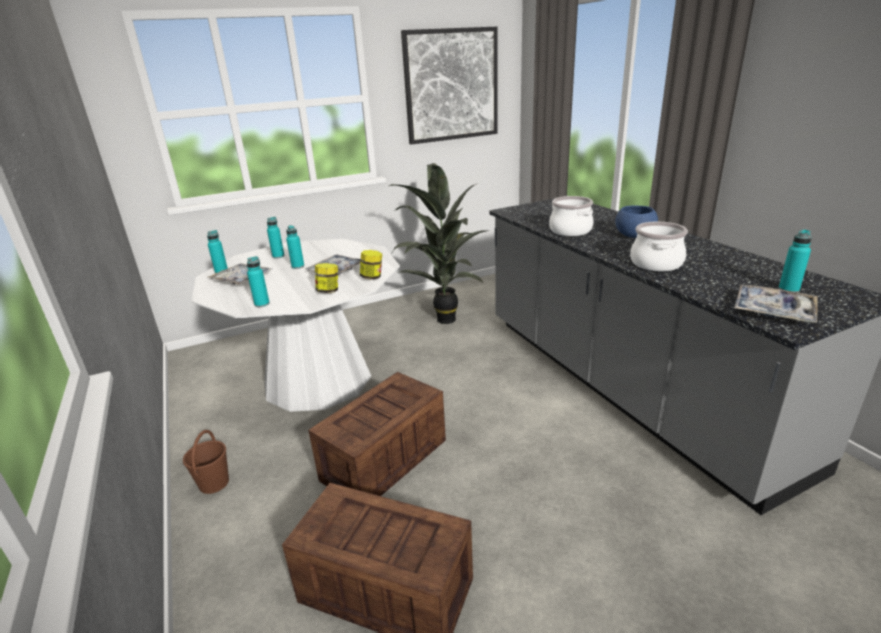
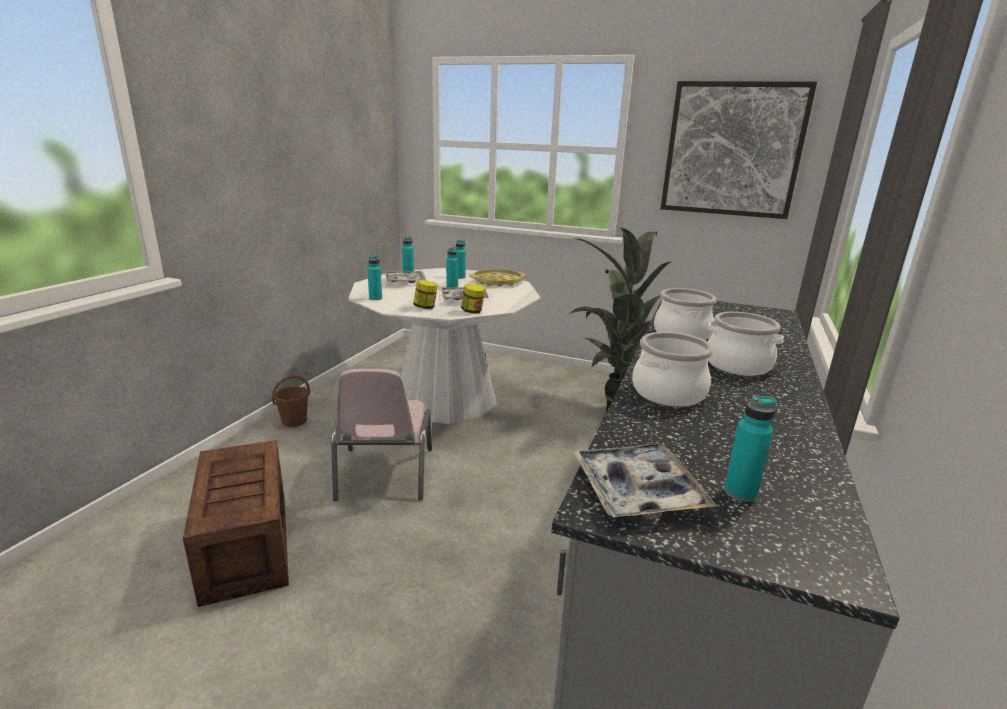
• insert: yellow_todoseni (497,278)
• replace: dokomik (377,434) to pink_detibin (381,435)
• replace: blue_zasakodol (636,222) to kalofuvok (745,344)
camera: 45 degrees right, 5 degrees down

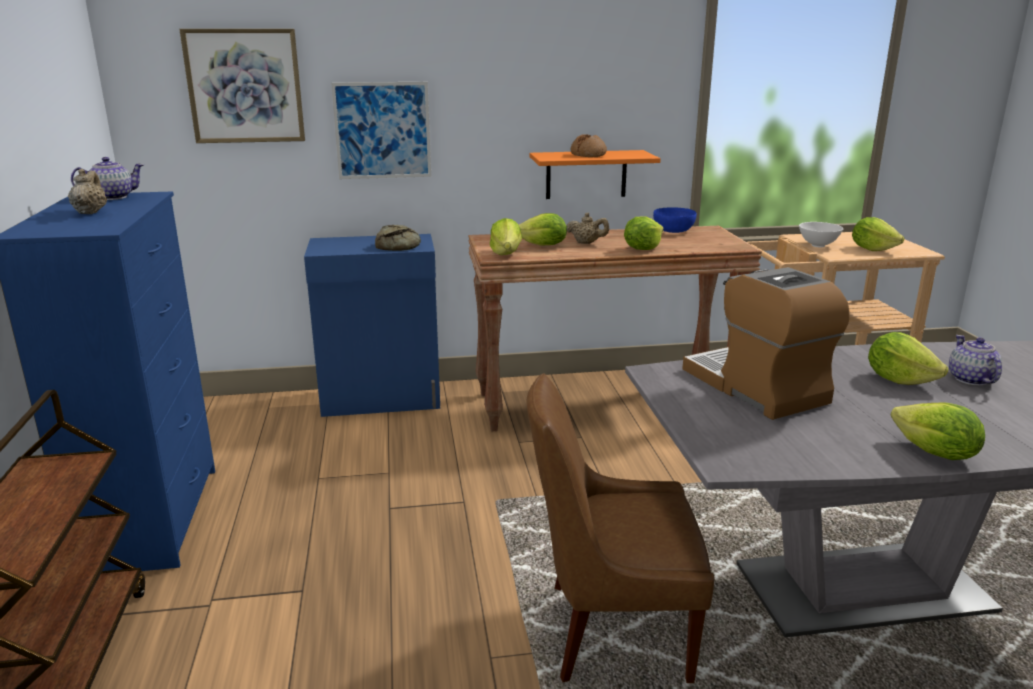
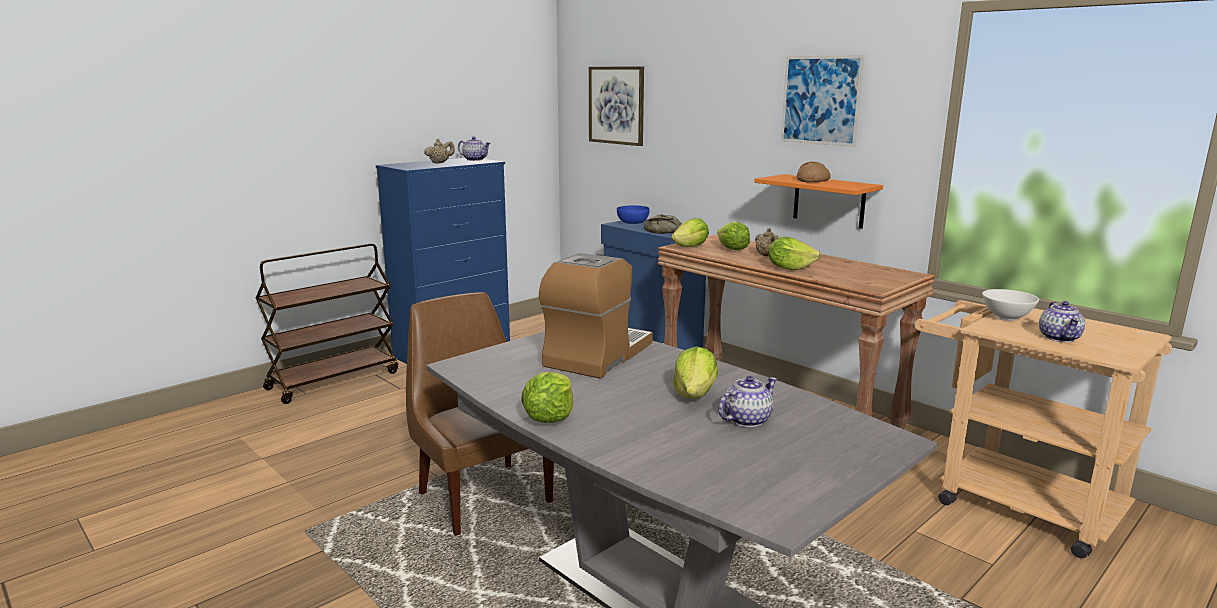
• move: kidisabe (381,130) to (823,101)
• move: blue_zasakodol (675,220) to (633,214)
• replace: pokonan (878,234) to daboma (1062,321)
camera: 55 degrees right, 5 degrees down

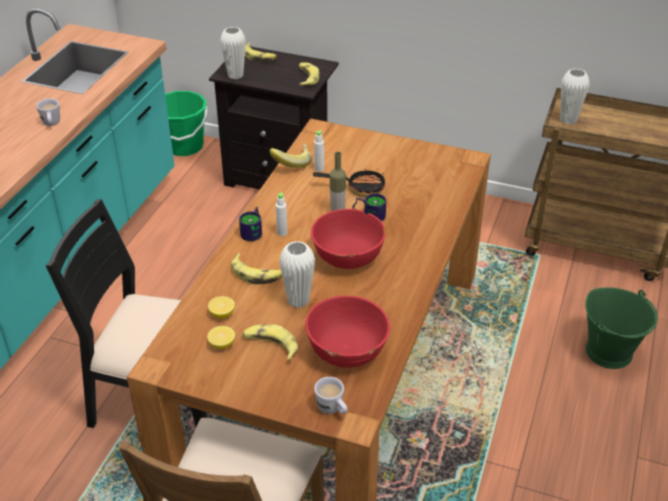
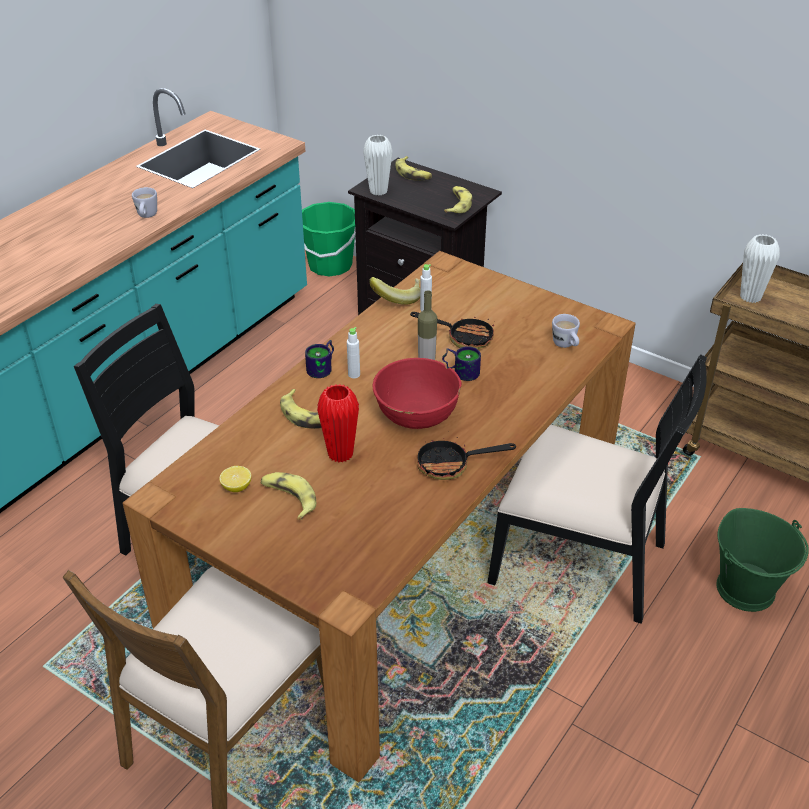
• delete: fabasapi (221,307)
• delete: red_zasakodol (347,332)
• insert: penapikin (466,459)
• insert: black_detibin (597,489)
• move: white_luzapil (331,395) to (566,331)
• recolor: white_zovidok (297,274) to red_zovidok (338,423)
camera: 15 degrees right, 0 degrees up

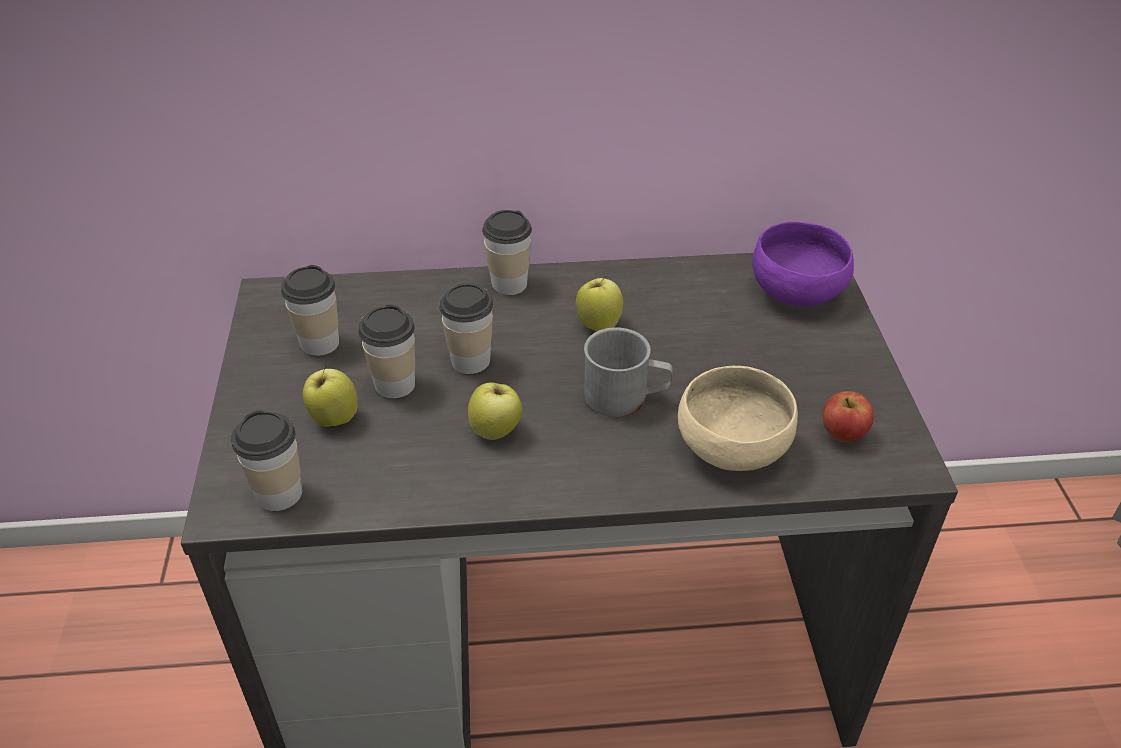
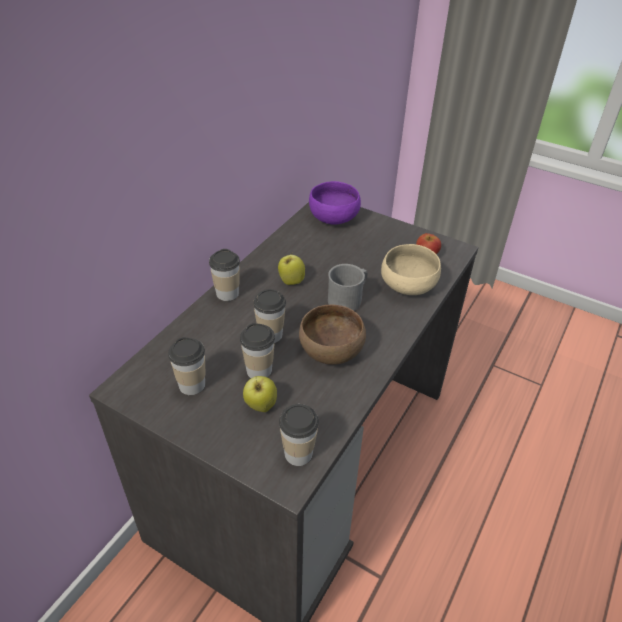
• replace: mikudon (495,411) to brown_zasakodol (332,335)
camera: 55 degrees left, 0 degrees up

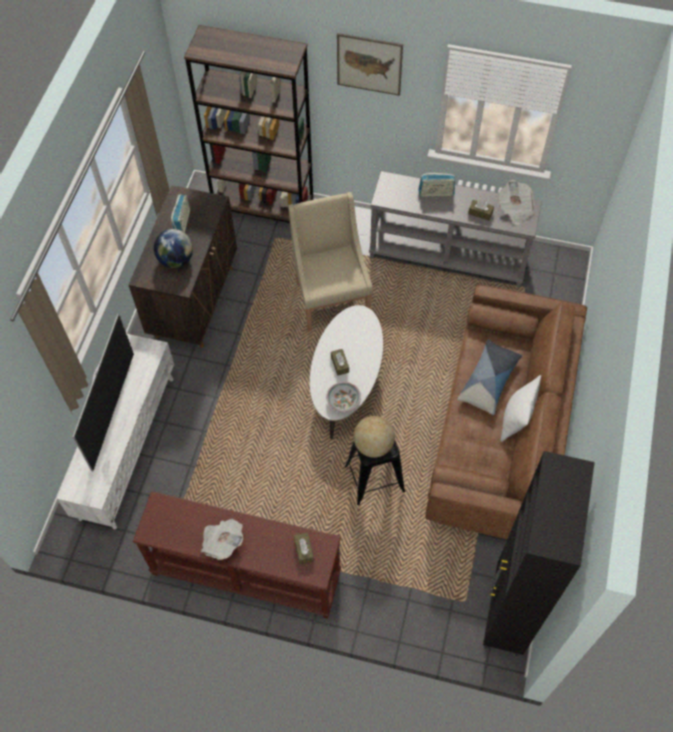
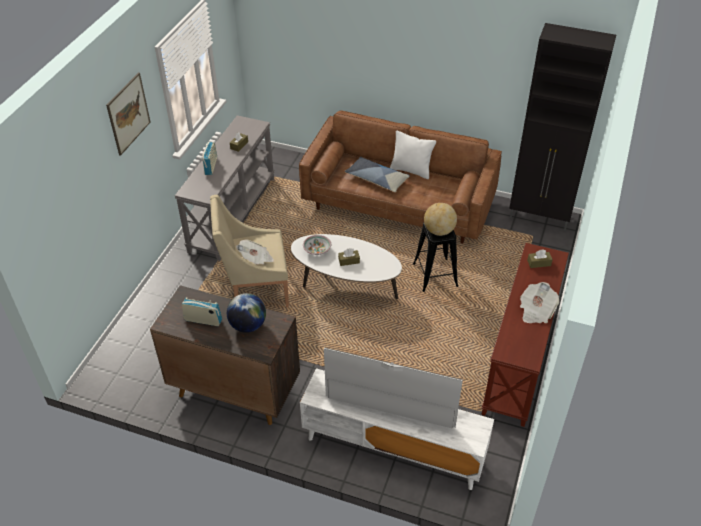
• delete: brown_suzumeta (248,124)
• move: zasakodol (343,397) to (317,245)
• move: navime (516,202) to (255,252)
camera: 85 degrees left, 15 degrees down

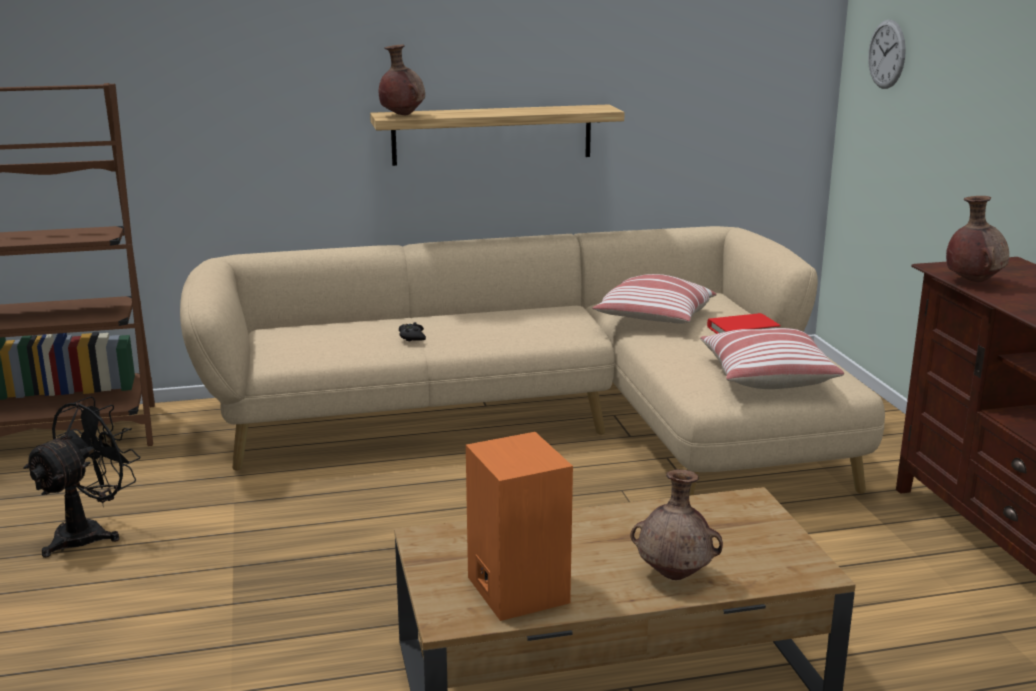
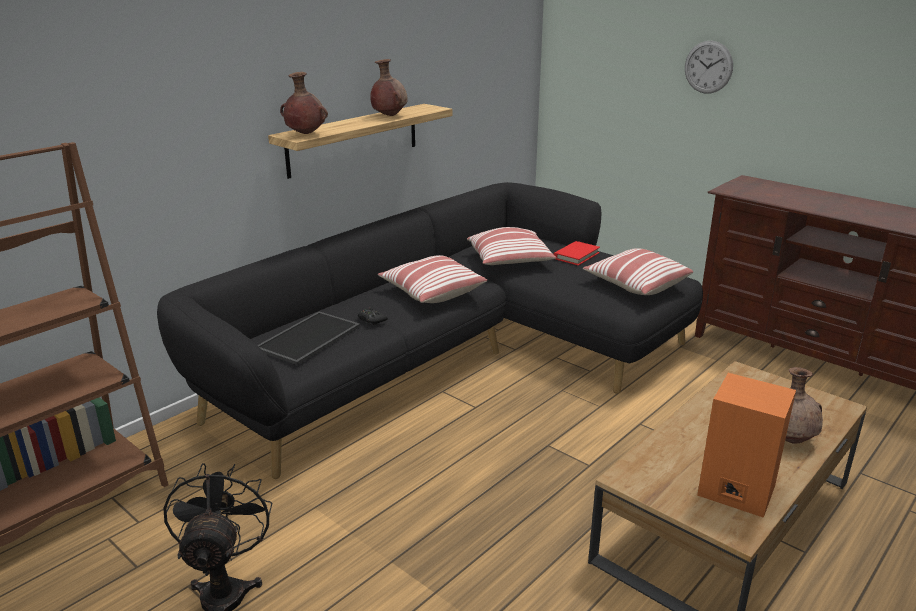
• insert: todoseni (308,338)
• insert: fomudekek (432,279)
• move: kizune (887,54) to (709,67)
• move: brown_zovidok (977,239) to (389,87)
• recolor: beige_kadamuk (532,361) to black_kadamuk (430,330)
camera: 35 degrees left, 5 degrees up

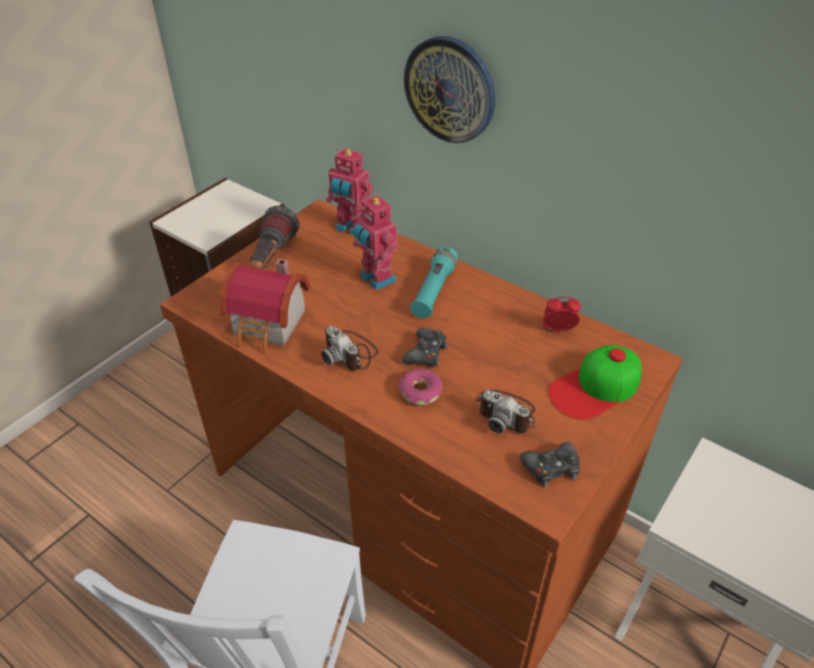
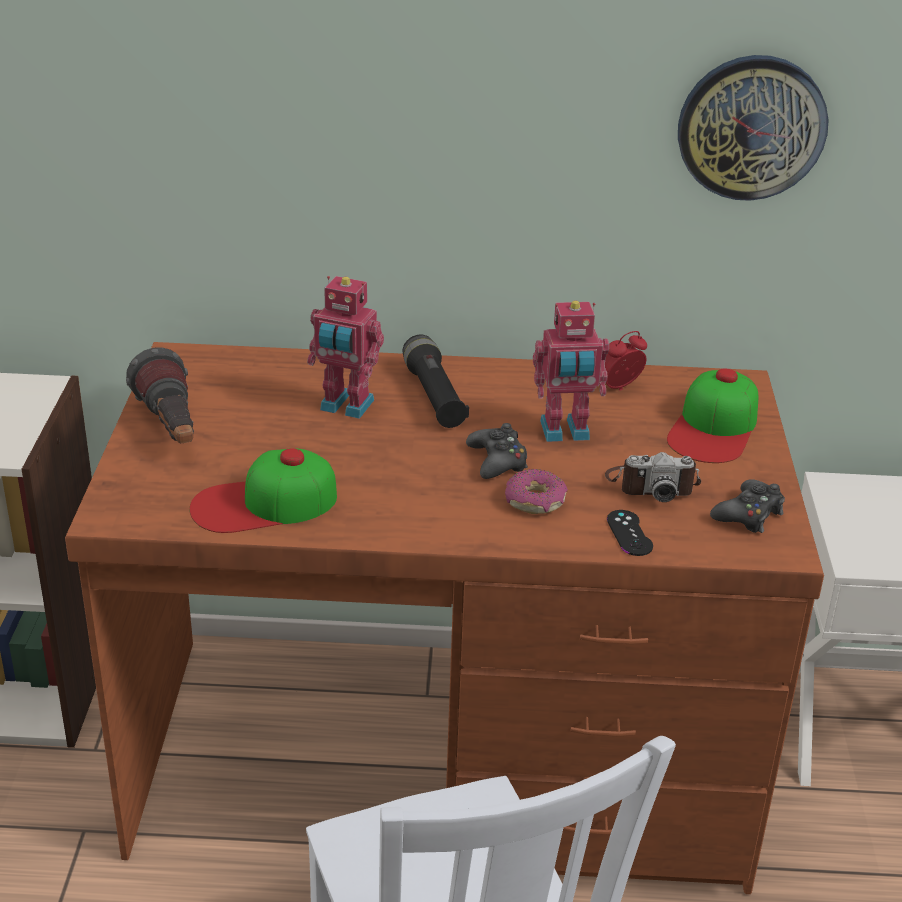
• delete: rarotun (350,348)
• insert: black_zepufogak (630,533)
• move: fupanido (349,191) to (571,371)
• move: kizune (449,89) to (753,128)
• replace: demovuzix (265,306) to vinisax (263,490)
• recolor: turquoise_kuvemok (434,282) to black_kuvemok (435,381)
camera: 35 degrees left, 10 degrees down

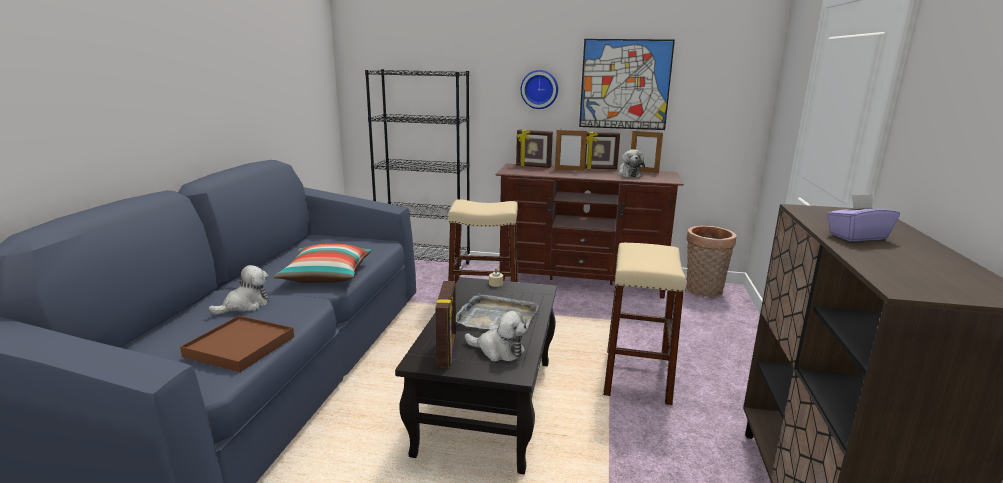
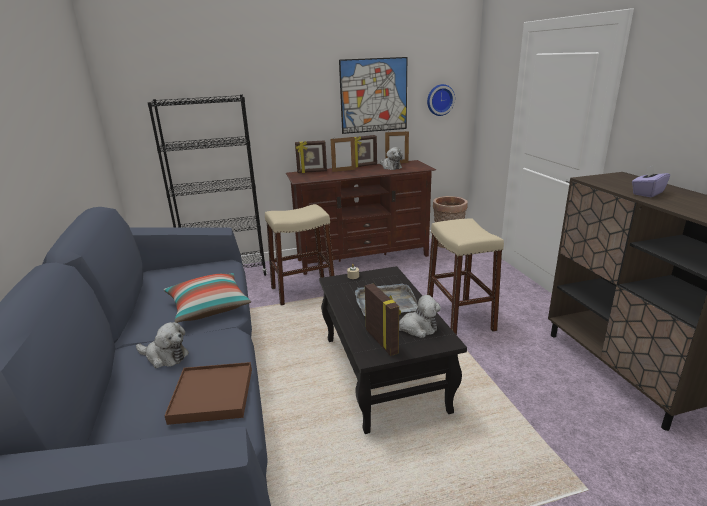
• move: kizune (539,89) to (441,100)
• rotate: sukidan (238,289) = (162,345) 90 degrees clockwise
camera: 25 degrees left, 5 degrees up

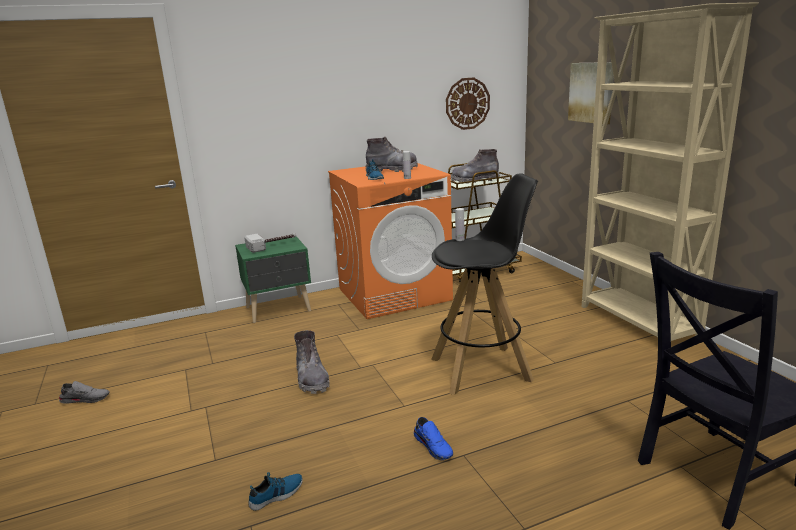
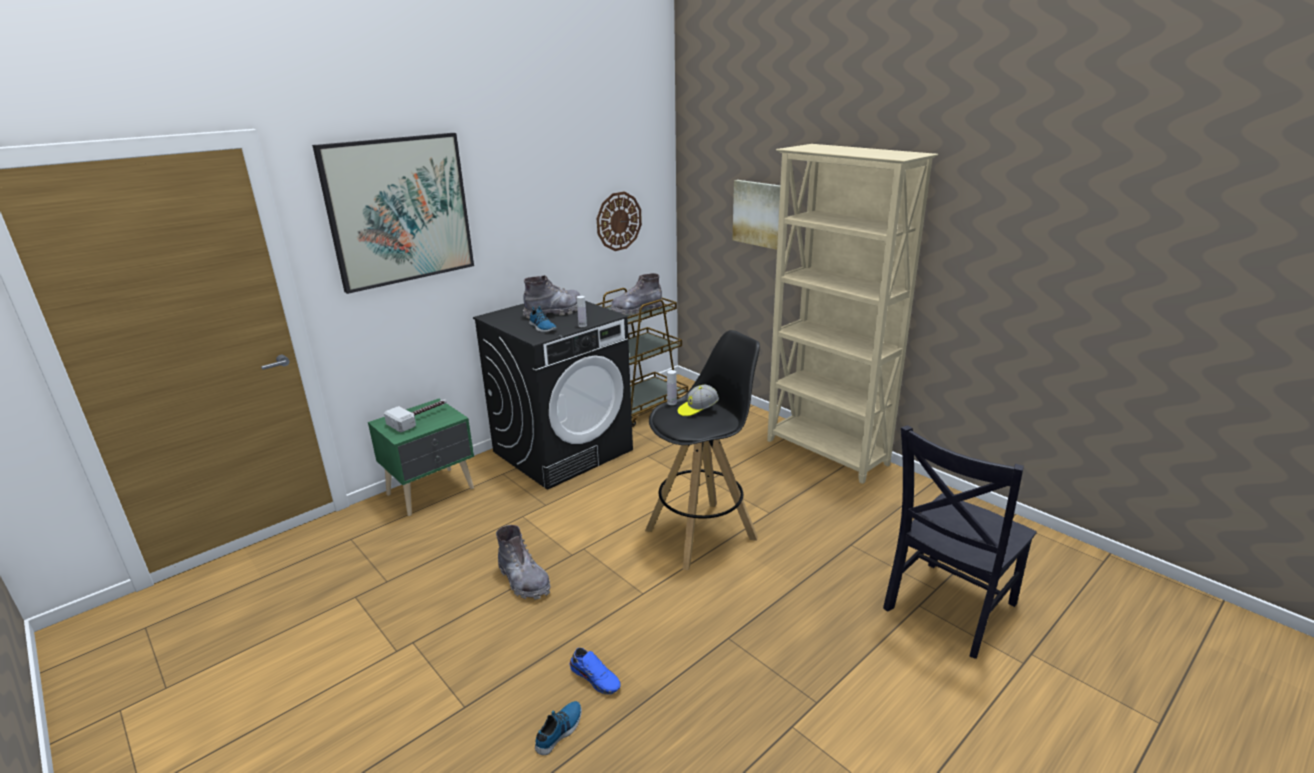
• delete: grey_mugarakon (84,392)
• insert: kidisabe (393,213)
• insert: vinisax (698,400)
• move: blue_mugarakon (433,438) to (595,671)
• recolor: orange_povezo (390,241) to black_povezo (553,395)
camera: 20 degrees left, 5 degrees up

